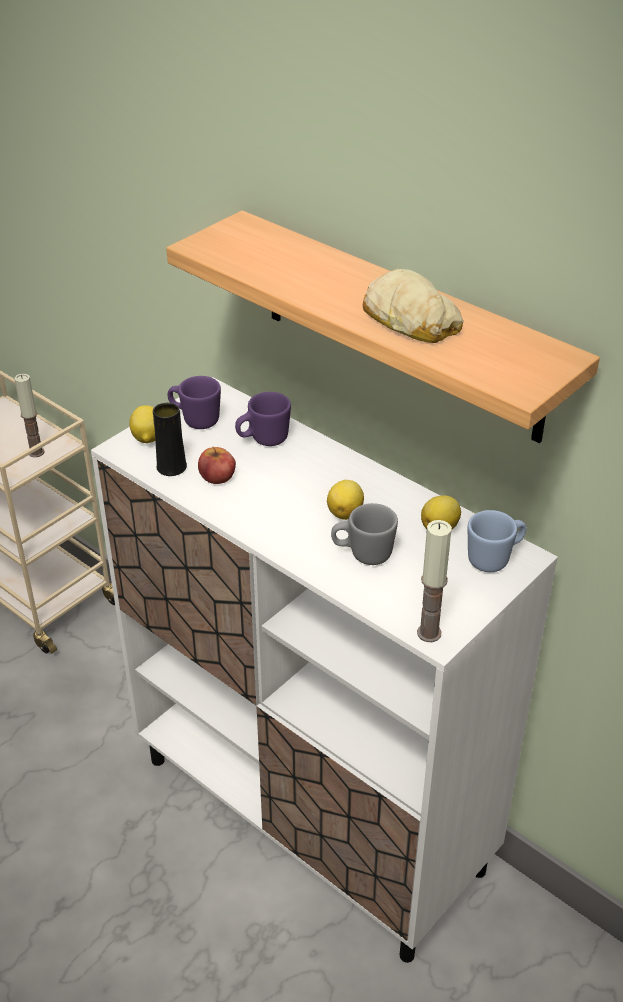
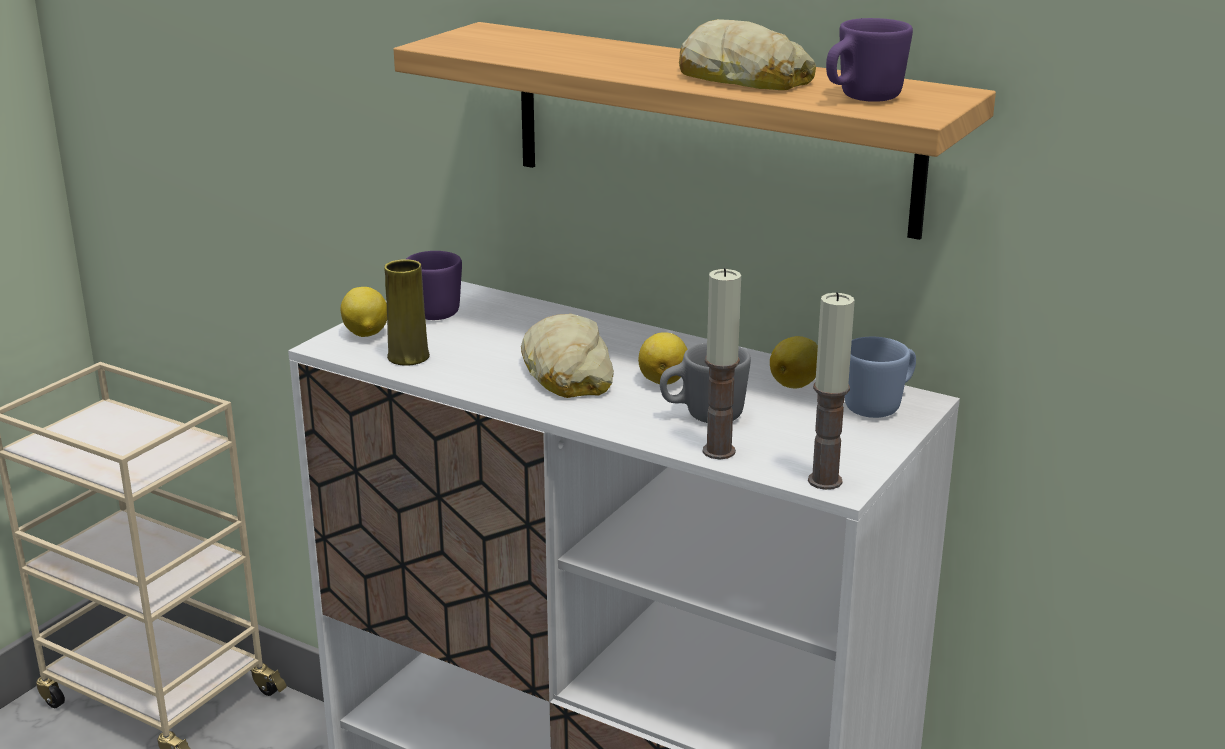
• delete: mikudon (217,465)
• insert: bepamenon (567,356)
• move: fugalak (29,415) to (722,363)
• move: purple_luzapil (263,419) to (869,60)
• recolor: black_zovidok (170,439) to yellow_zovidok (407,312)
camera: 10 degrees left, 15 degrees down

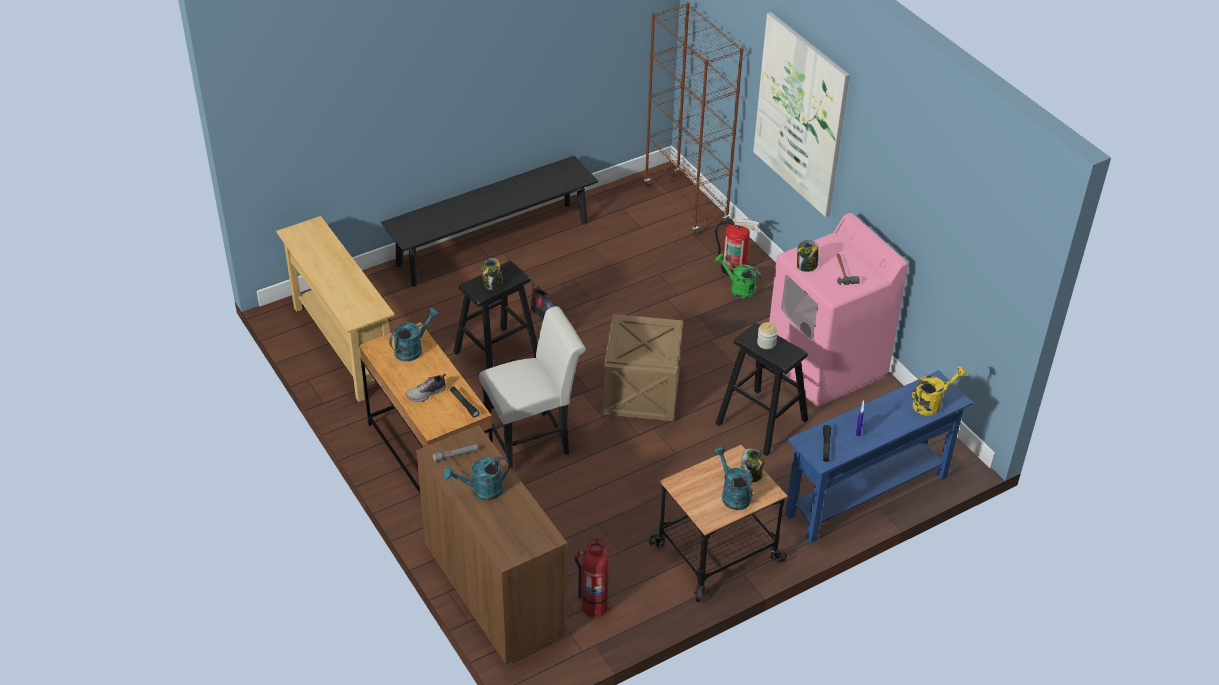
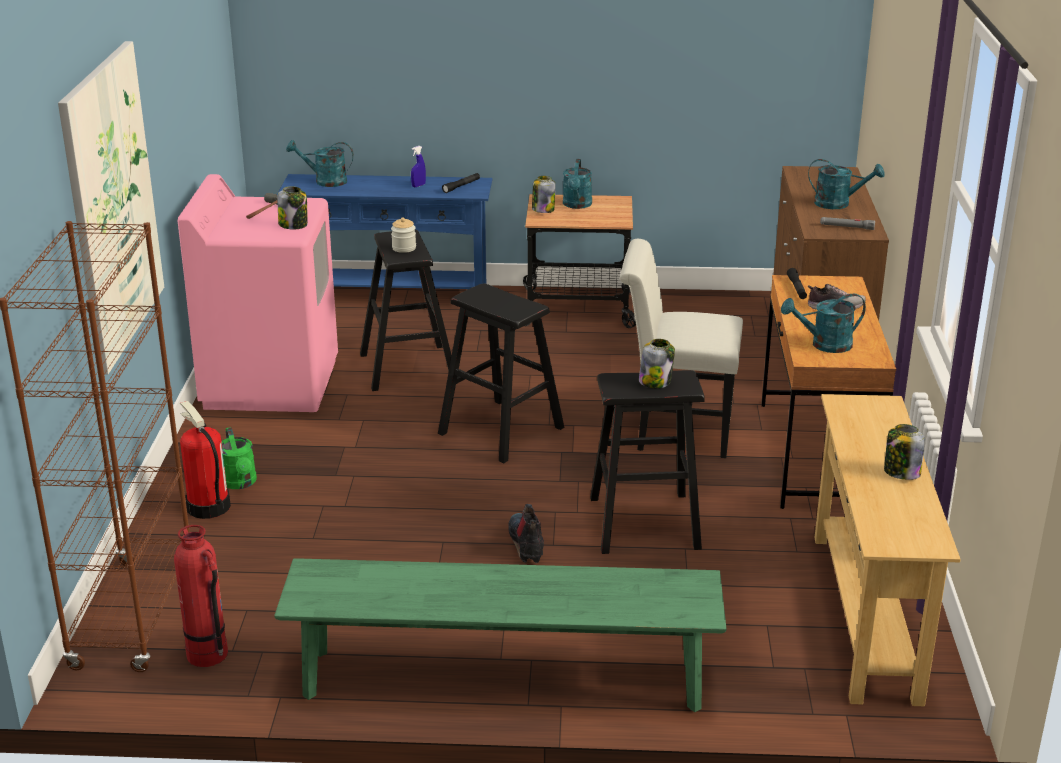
• insert: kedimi (904,452)
• move: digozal (592,577) to (201,596)
• replace: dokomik (643,367) to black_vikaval (501,373)
• recolor: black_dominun (489,221) to green_dominun (500,635)
• recolor: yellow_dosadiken (939,391) to turquoise_dosadiken (320,163)
camera: 145 degrees left, 15 degrees down

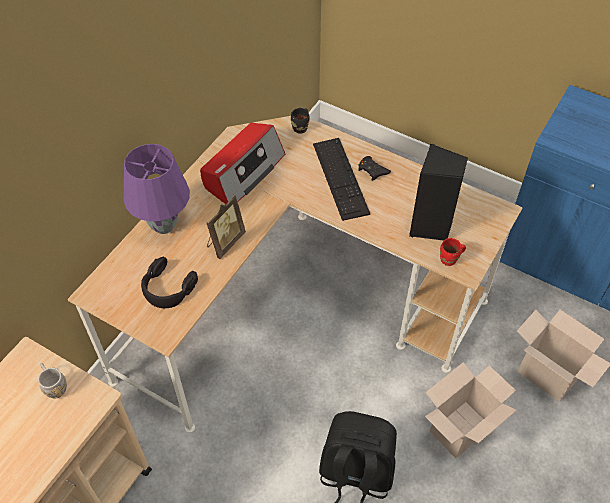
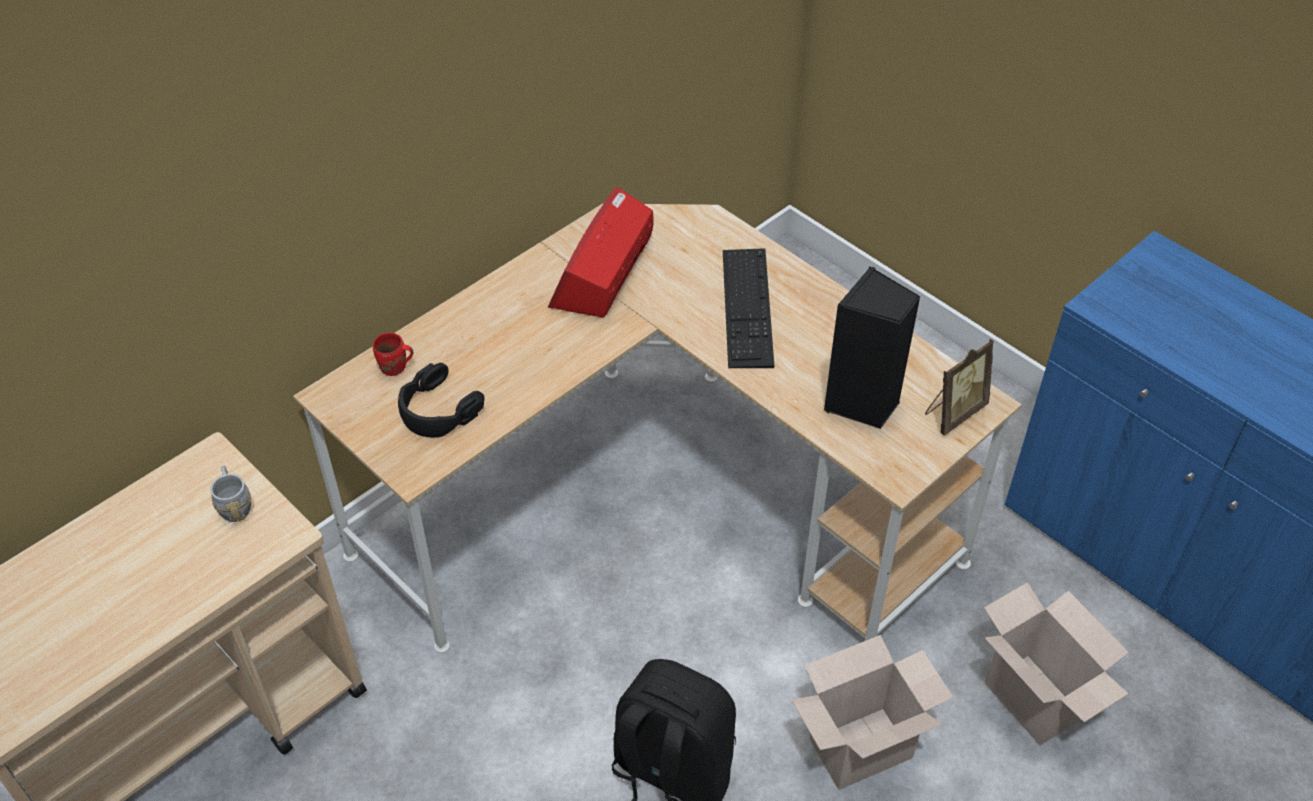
• delete: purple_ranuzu (157,189)
• delete: black_luzapil (300,121)
• delete: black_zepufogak (374,168)
• move: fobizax (226,227) to (959,387)
• move: red_luzapil (453,252) to (393,354)
• rotate: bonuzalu (242,163) = (601,252) 150 degrees clockwise
camera: 15 degrees right, 5 degrees down

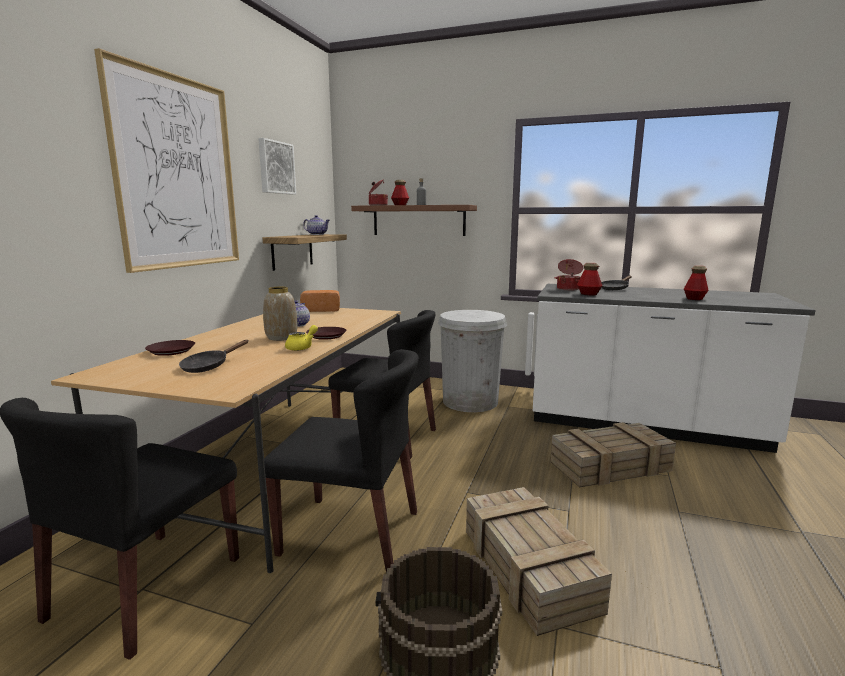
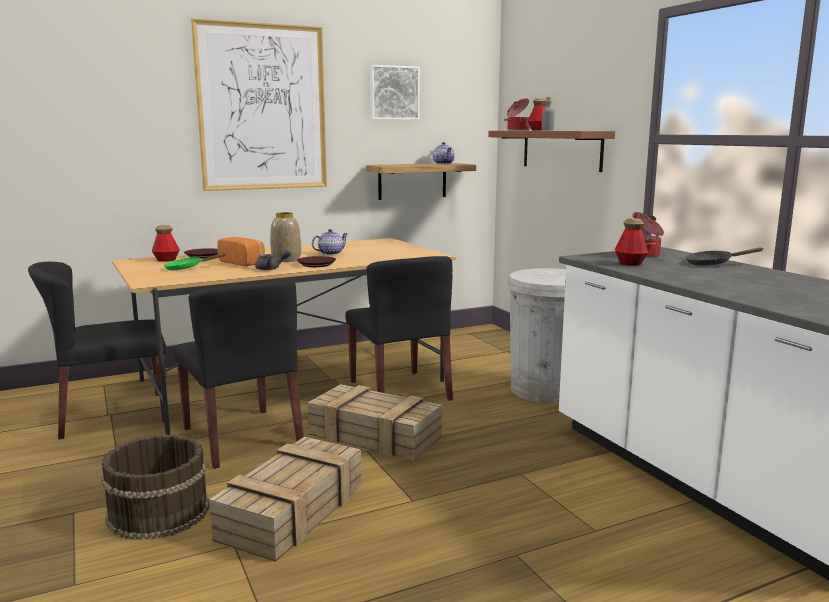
• move: bepamenon (320,301) to (241,251)
• move: dokomik (613,454) to (375,422)
• move: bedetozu (696,282) to (166,243)
• recolor: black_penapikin (213,356) to green_penapikin (195,261)
• recolor: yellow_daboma (301,338) to grey_daboma (273,260)
camera: 45 degrees right, 0 degrees up

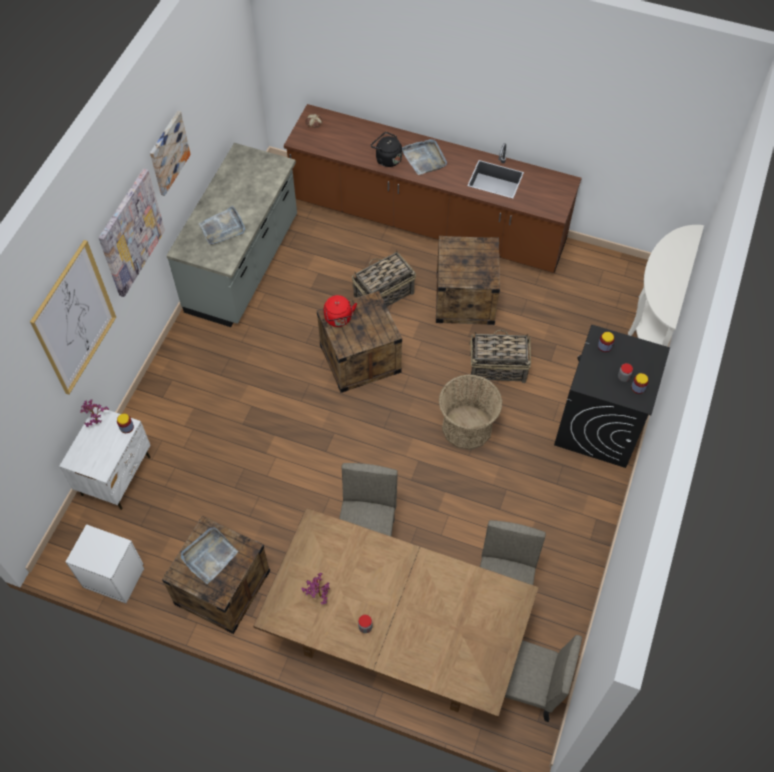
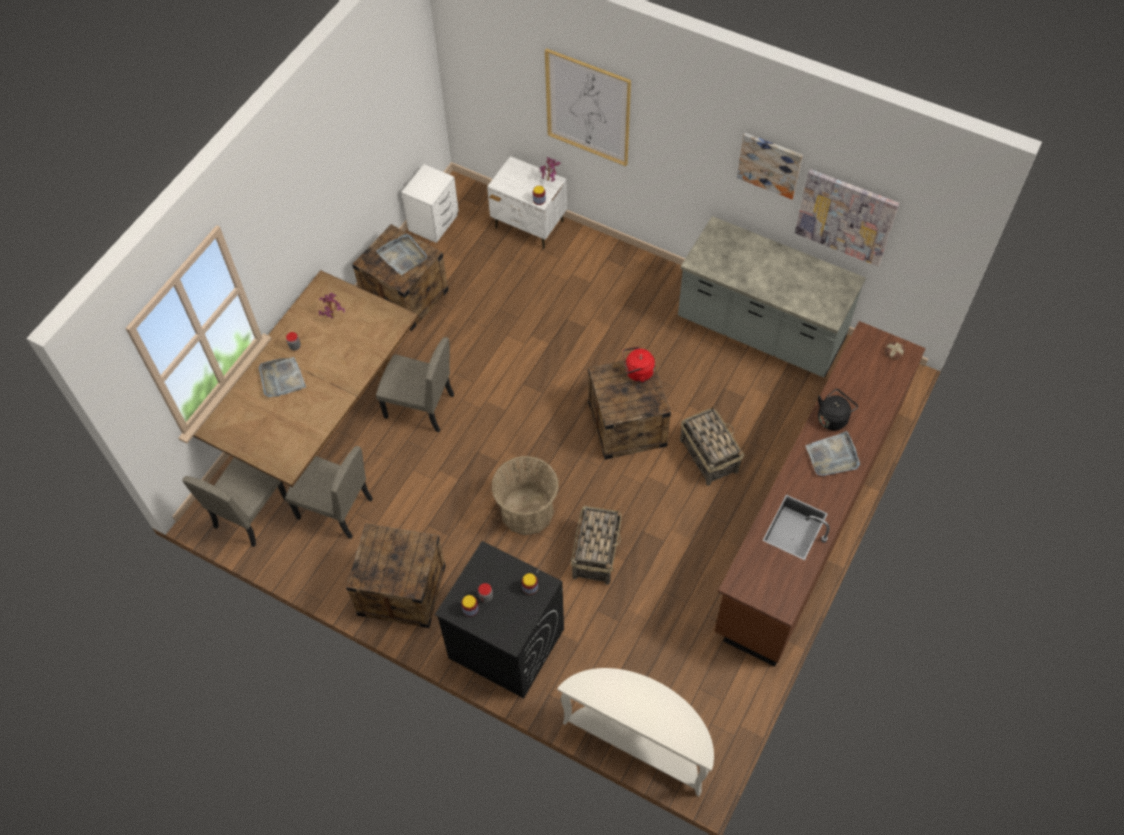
• move: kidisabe (131,233) to (847,217)
• move: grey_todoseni (222,225) to (282,377)
• move: dokomik (468,280) to (396,575)
camera: 100 degrees right, 0 degrees up

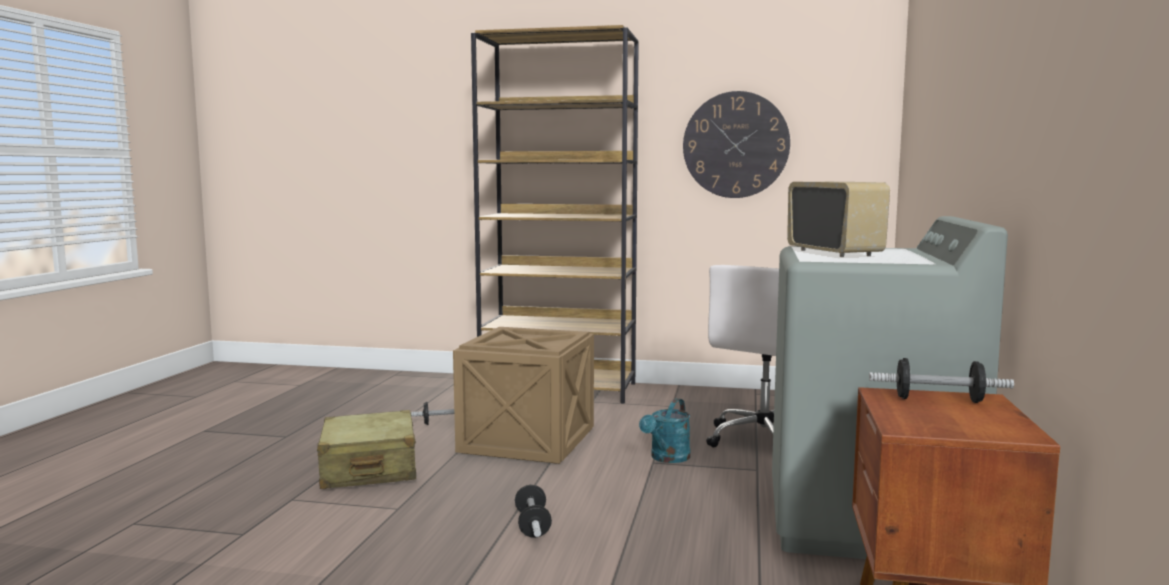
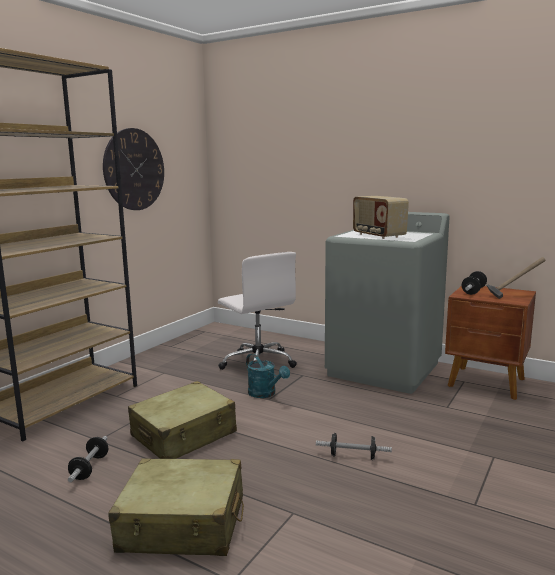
• insert: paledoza (516,278)
• replace: dokomik (523,395) to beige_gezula (182,420)
• rotate: bonuzalu (838,219) = (381,217) 120 degrees counterclockwise
camera: 70 degrees left, 5 degrees up

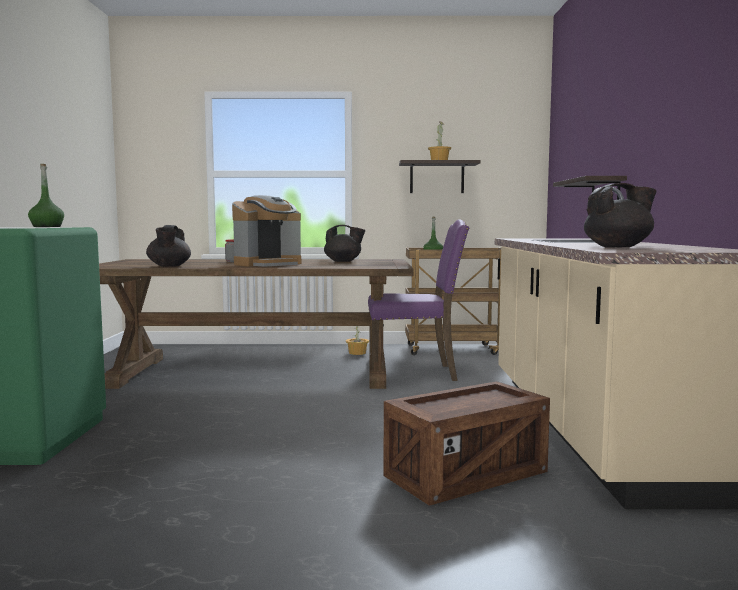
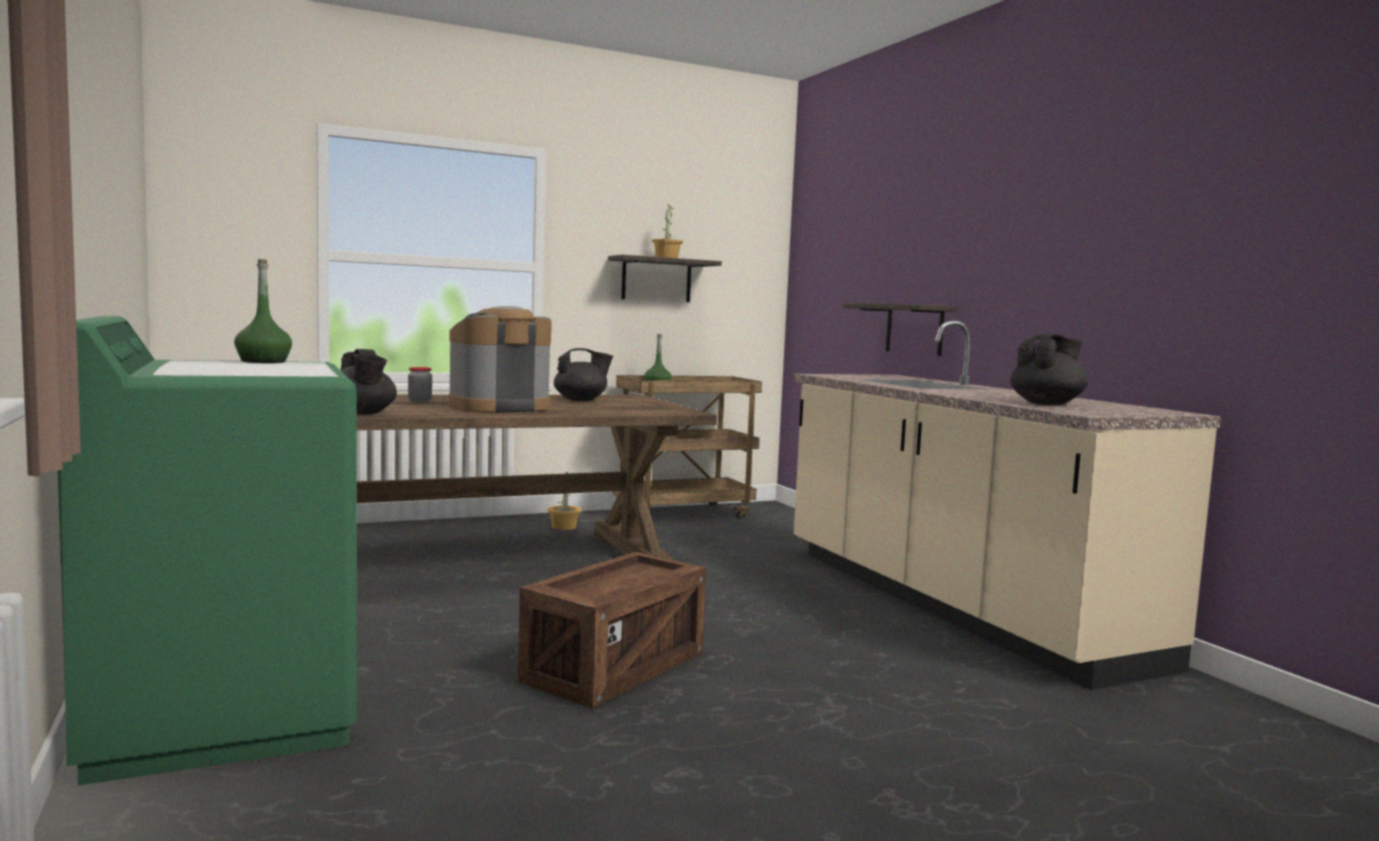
• delete: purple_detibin (419,300)
• move: dokomik (467,443) to (612,630)
• rotate: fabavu (266,231) = (500,359) 150 degrees counterclockwise
camera: 25 degrees left, 0 degrees up

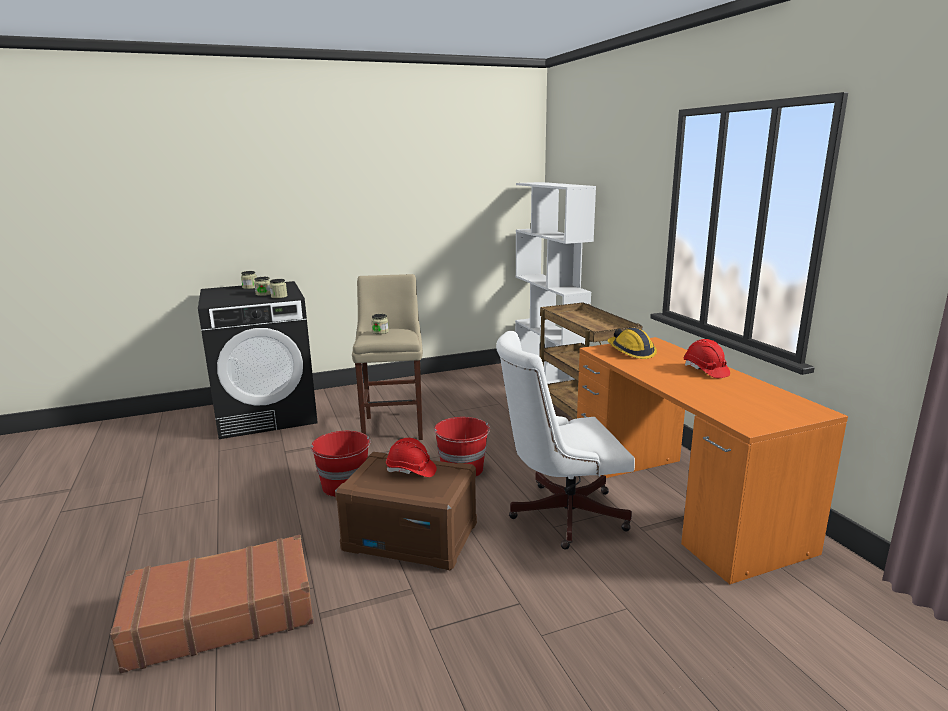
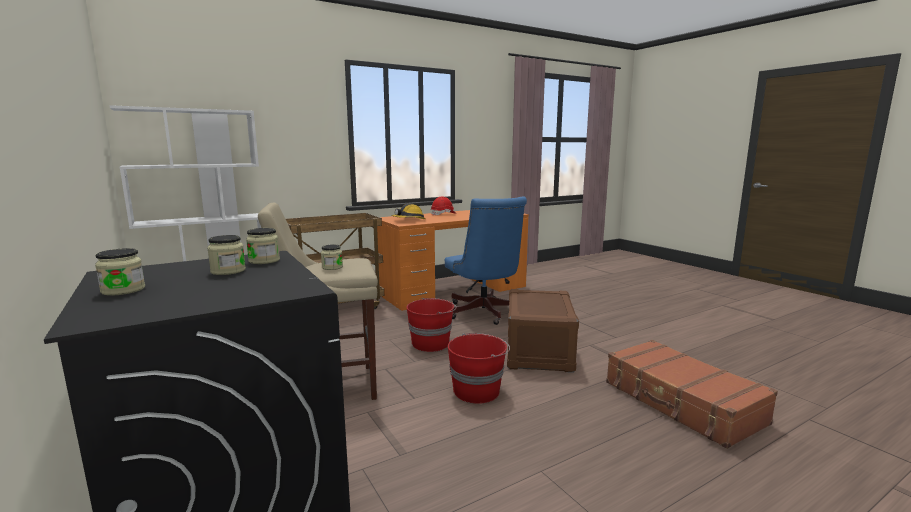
• delete: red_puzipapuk (411,457)
• recolor: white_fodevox (565,440) to blue_fodevox (486,261)
camera: 100 degrees left, 5 degrees down

